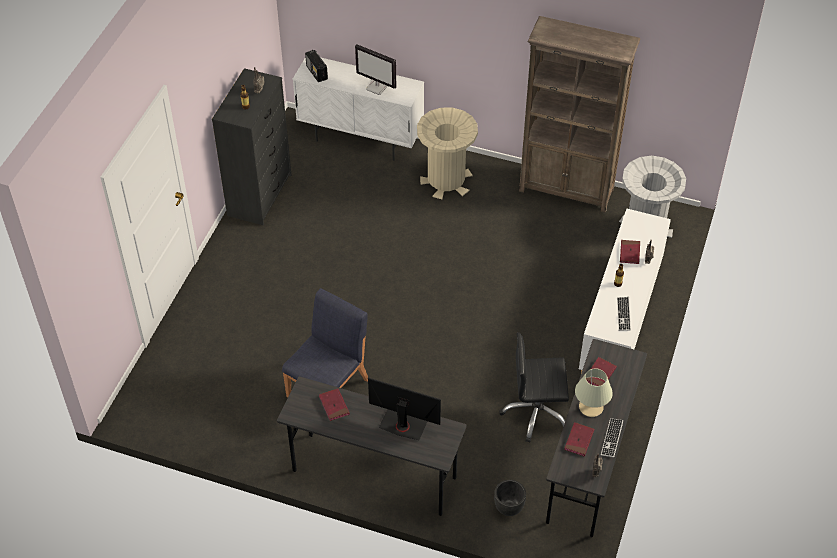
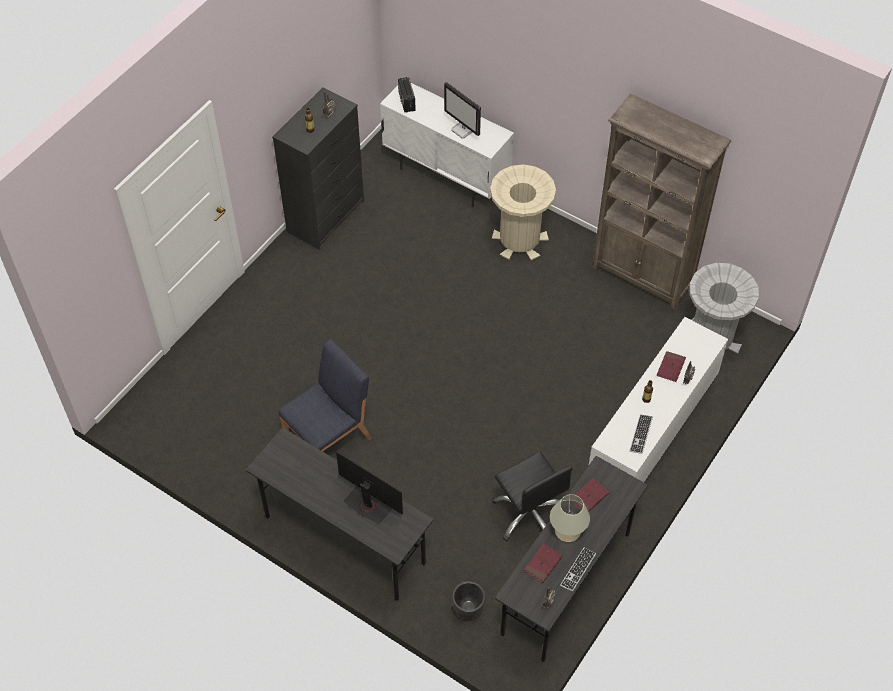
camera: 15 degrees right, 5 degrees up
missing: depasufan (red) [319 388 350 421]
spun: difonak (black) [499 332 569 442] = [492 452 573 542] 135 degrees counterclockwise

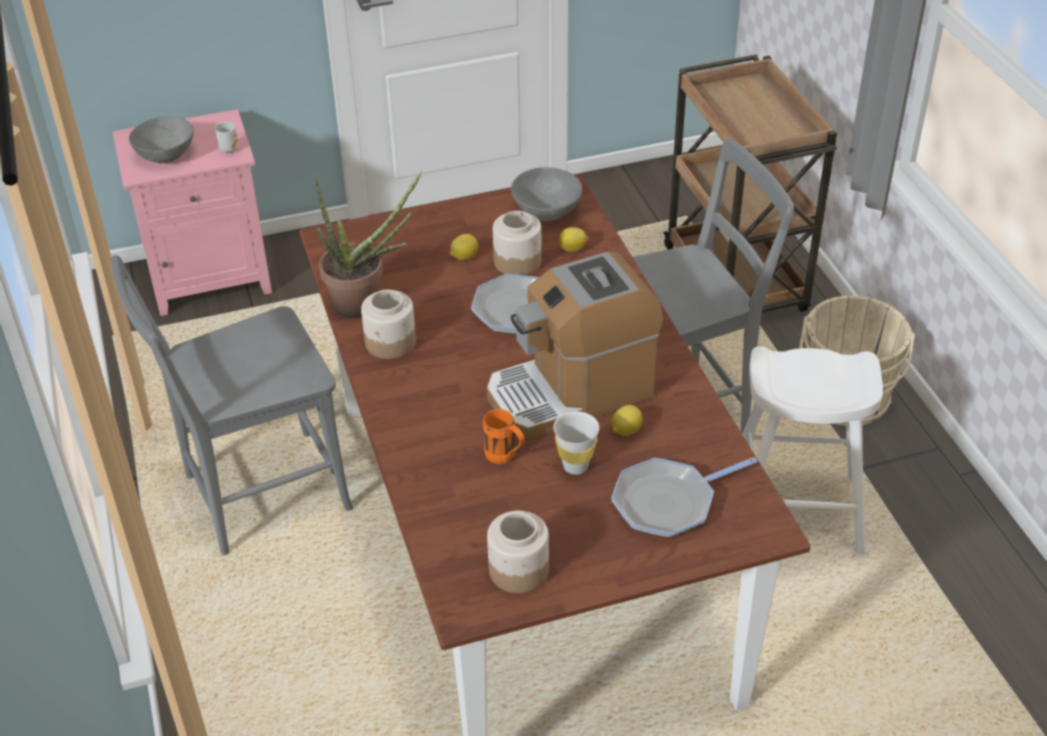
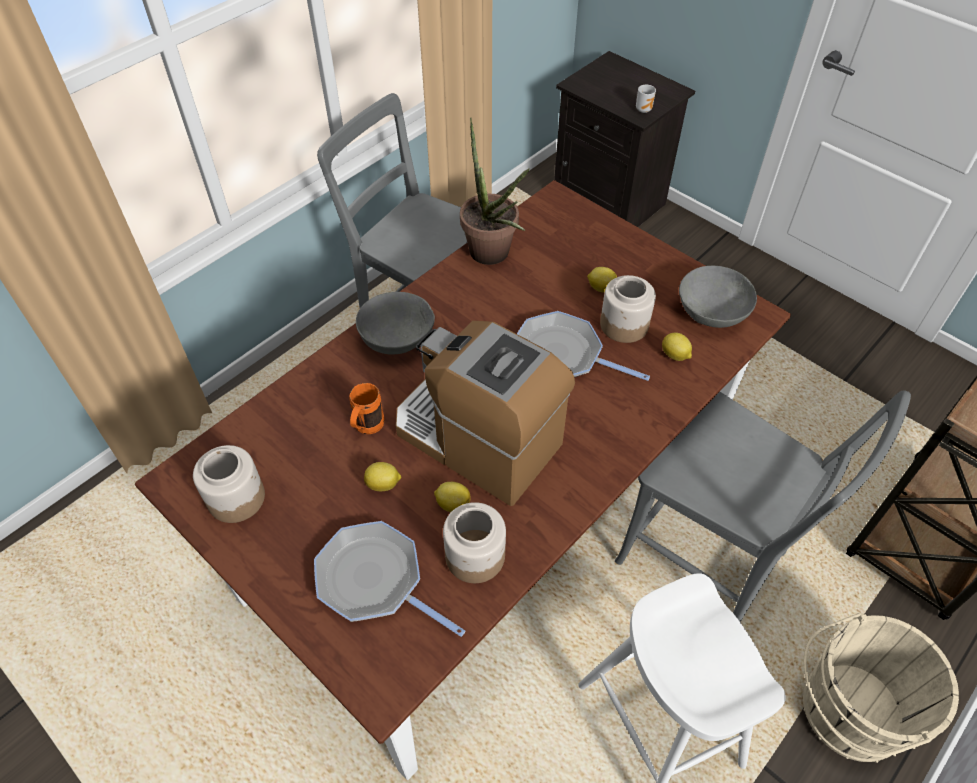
camera: 60 degrees right, 10 degrees up
relocated: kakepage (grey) [129 117 194 163] to [356 292 435 355]; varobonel [361 290 416 359] to [443 502 506 583]
exchanged: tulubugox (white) [554 411 599 475] to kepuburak [364 462 401 491]
colour: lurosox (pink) [113 109 272 316] to lurosox (black) [554 51 695 227]

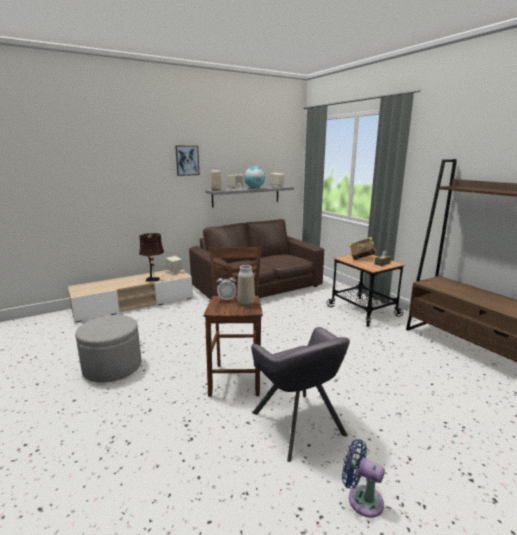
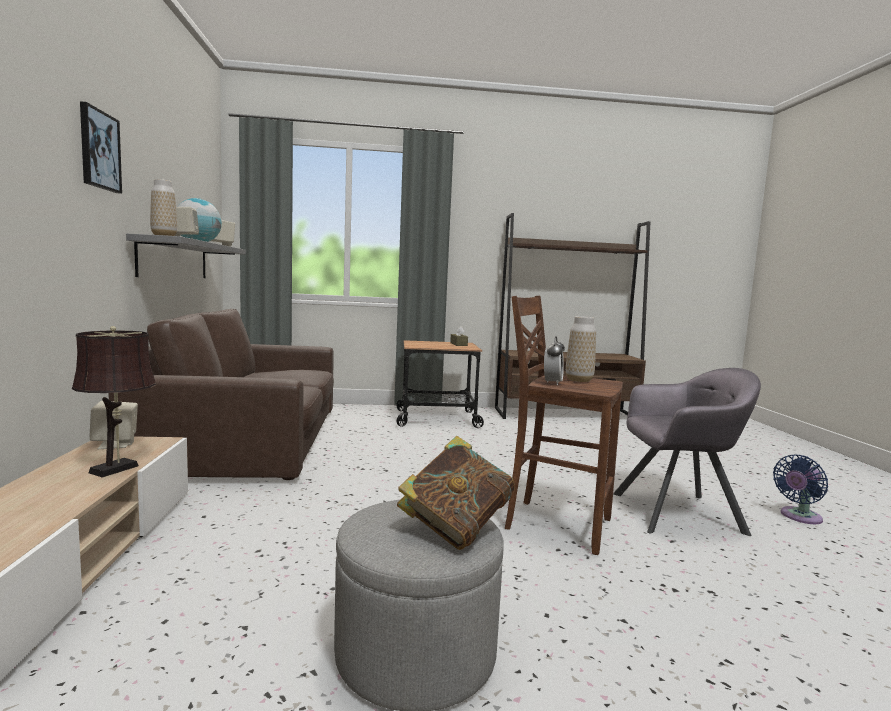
camera: 65 degrees left, 10 degrees down
relocated: depasufan [349 237 377 260] to [397 436 515 550]

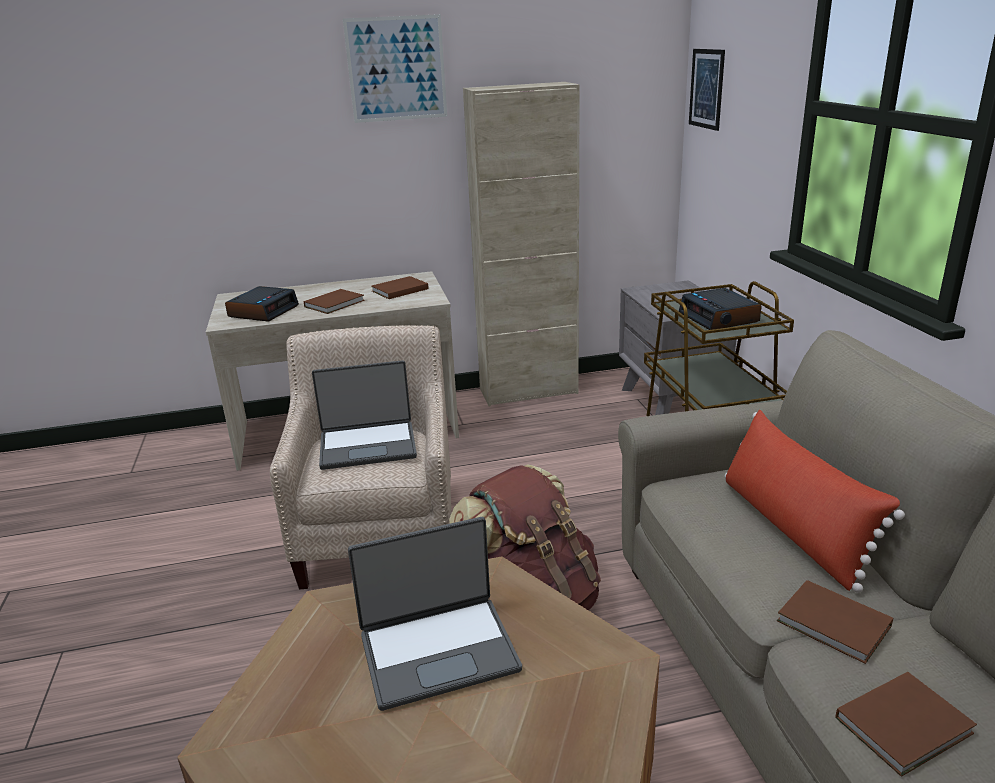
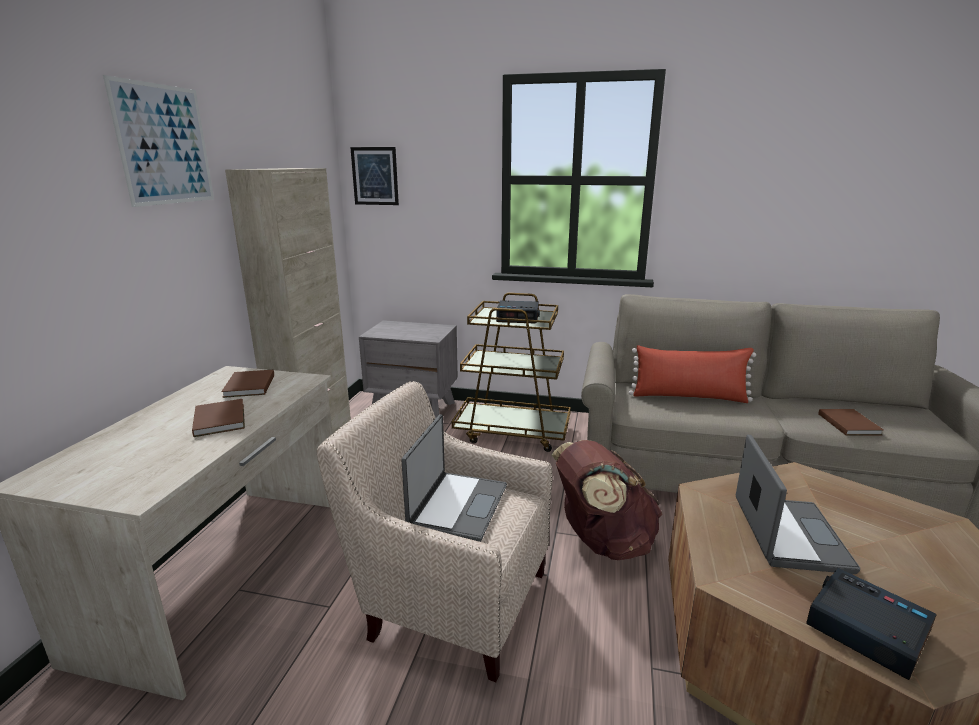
camera: 65 degrees left, 5 degrees down
missing: depasufan (brown) [777 580 893 664]
relocated: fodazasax [225 286 299 322] to [806 568 937 680]

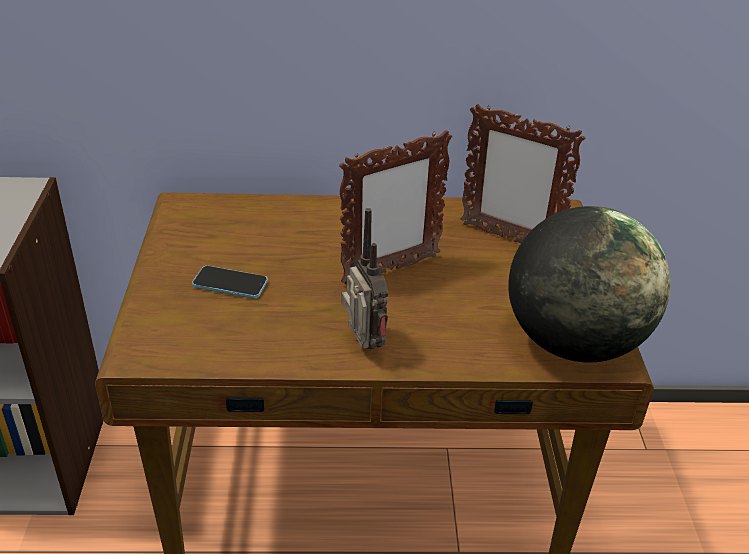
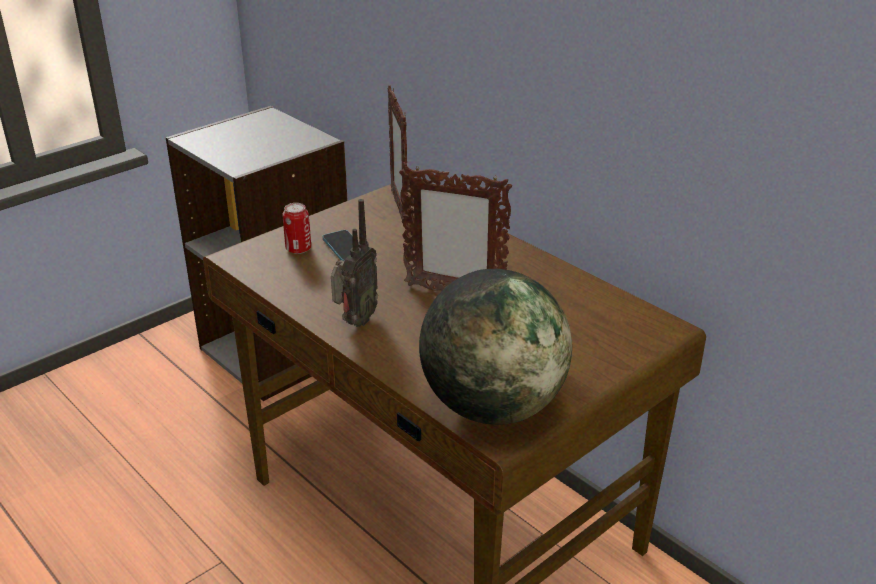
camera: 50 degrees right, 5 degrees down
appeared: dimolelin [282 203 311 254]
relocated: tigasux [461 104 585 243] to [388 86 408 229]

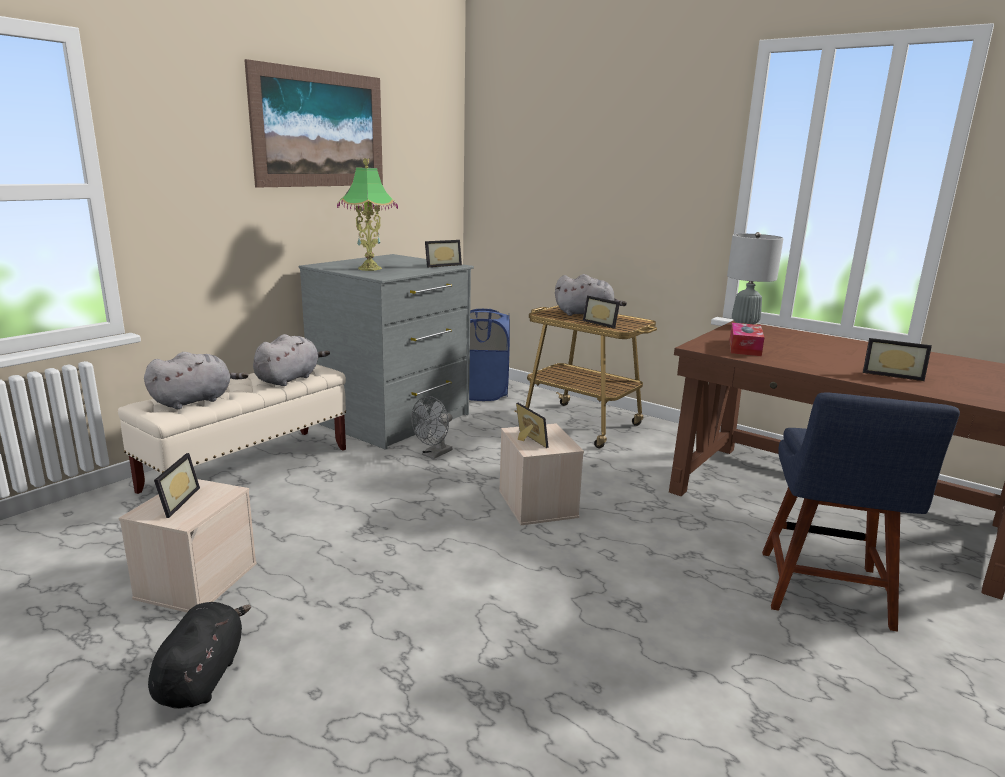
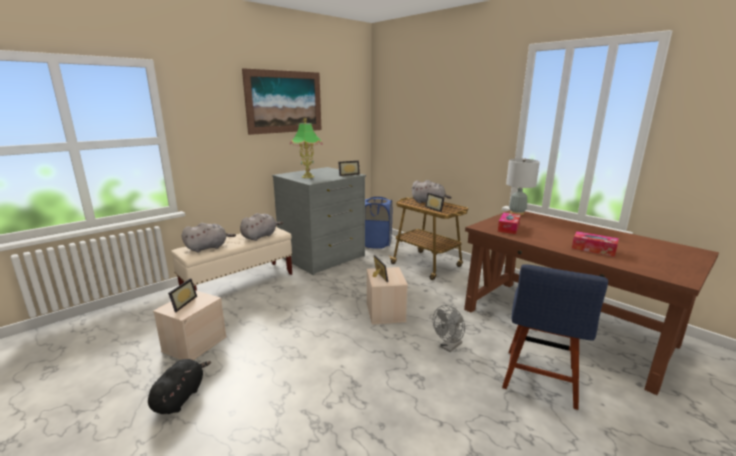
camera: 10 degrees right, 0 degrees up
relocated: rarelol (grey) [411 396 452 459] to [433 305 465 352]
exchanged: tigasux [863 338 932 381] to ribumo [572 231 619 257]

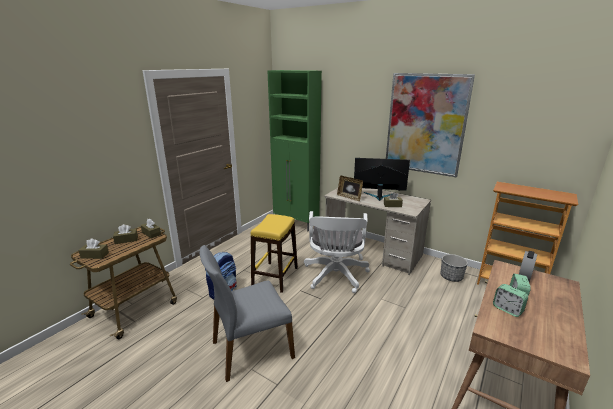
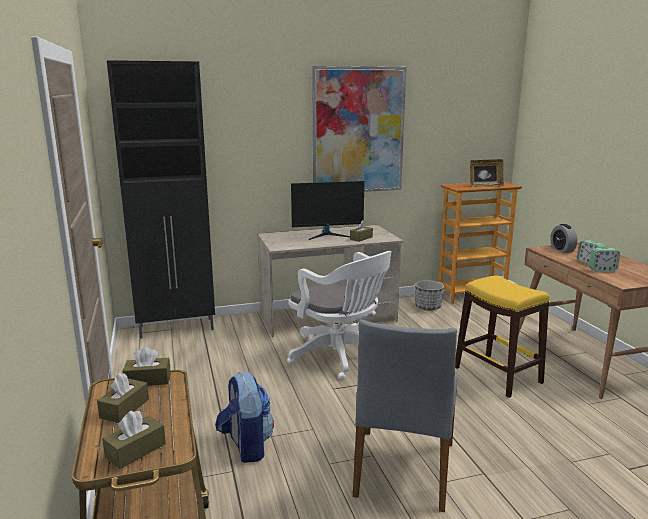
camera: 50 degrees left, 5 degrees down
relocated: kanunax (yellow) [251 214 298 293] to [455 275 549 398]; tigasux [337 176 363 201] to [470 159 504 187]
colour: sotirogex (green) [267 70 322 231] to sotirogex (black) [107 60 215 339]
spun: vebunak [354 158 410 201] = [291 181 364 240] 150 degrees counterclockwise

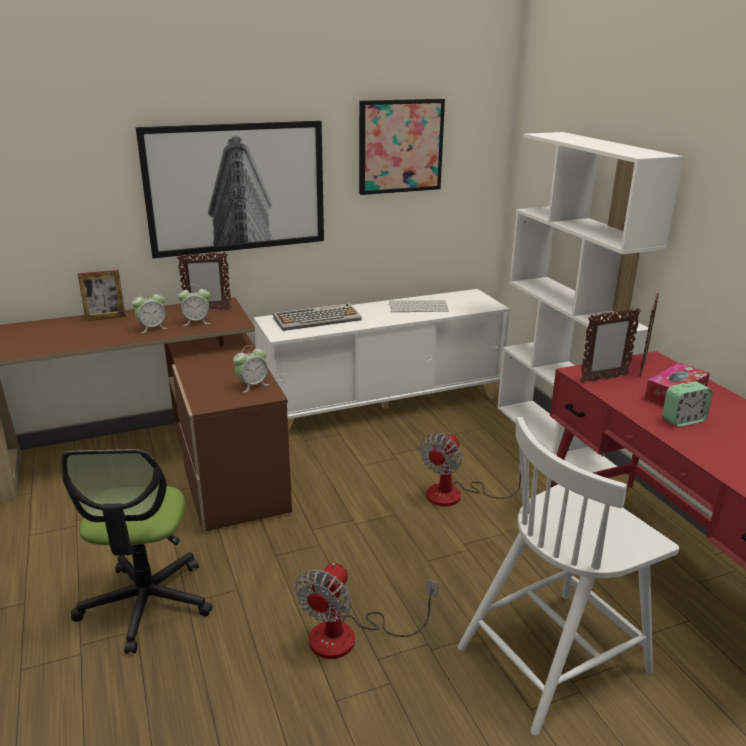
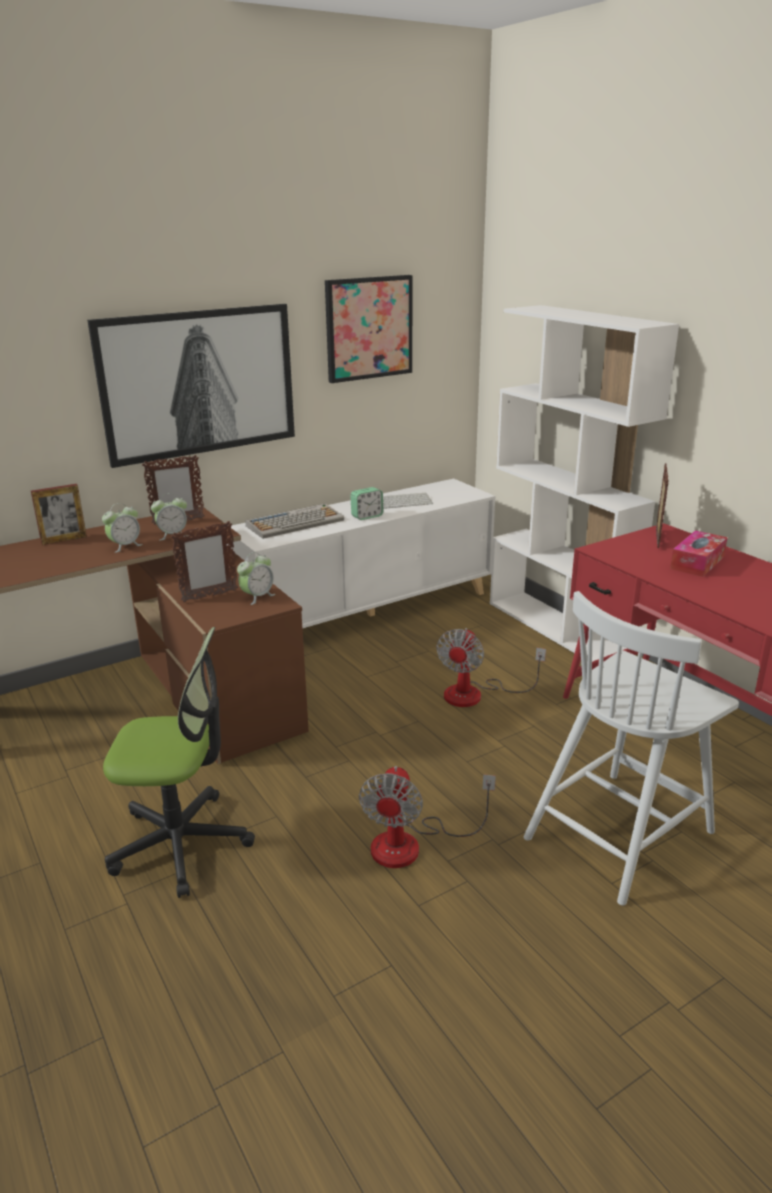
camera: 10 degrees left, 0 degrees up
relocated: tigasux [580 308 641 383] to [171 521 238 602]; fodazasax [662 381 712 427] to [350 487 383 520]
spun: difonak [62 449 213 654] = [103 627 255 898] 75 degrees counterclockwise

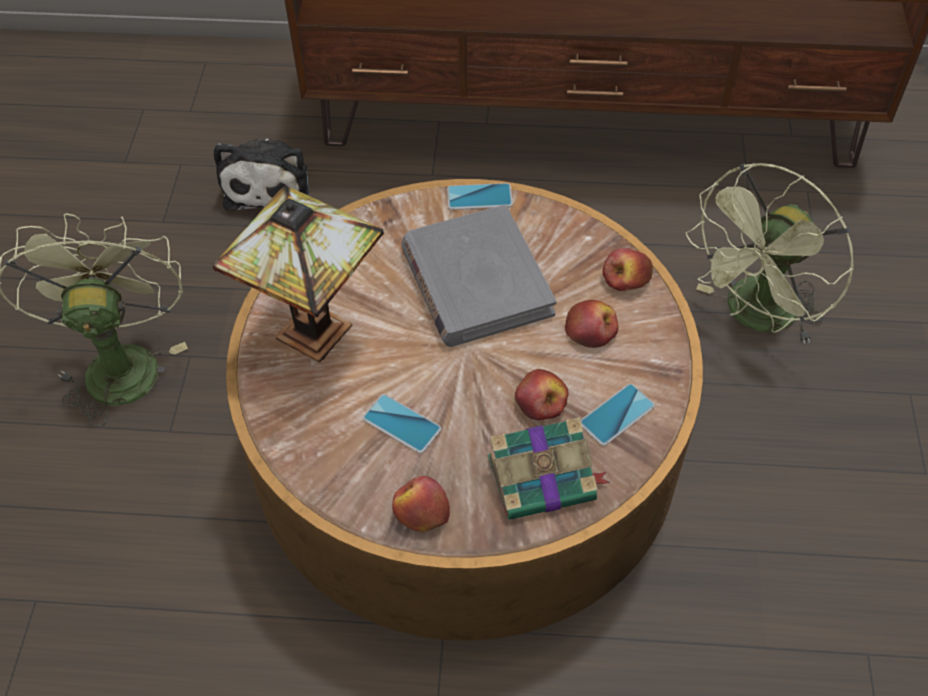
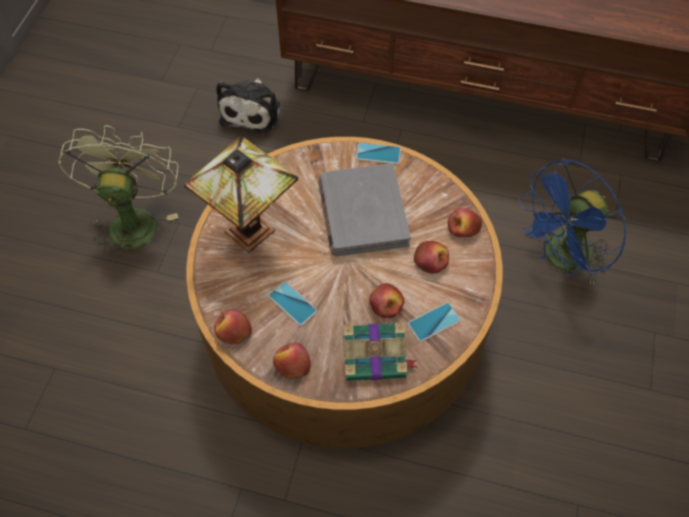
camera: 10 degrees right, 5 degrees up
appeared: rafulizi [214 309 252 344]
colour: rarelol (green) [686 162 854 344] to rarelol (blue) [519 158 626 285]

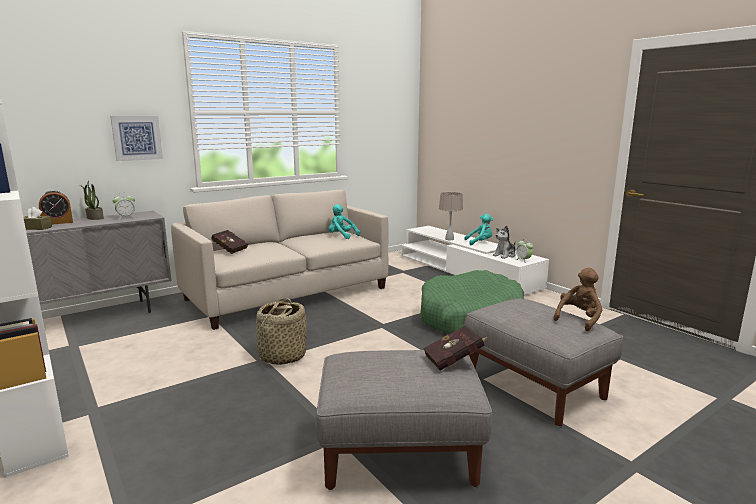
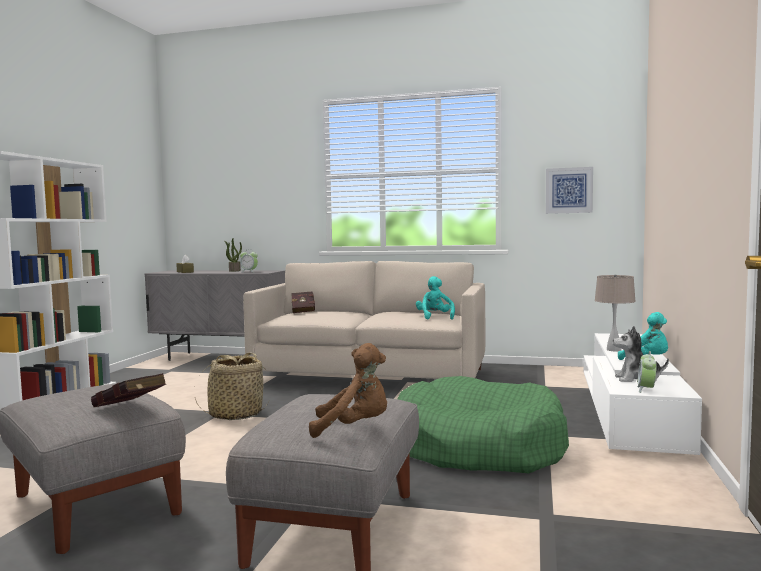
camera: 50 degrees right, 10 degrees down
missing: fodazasax [39 190 73 225]
relocated: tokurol [110 116 163 161] to [546 167 593 214]

